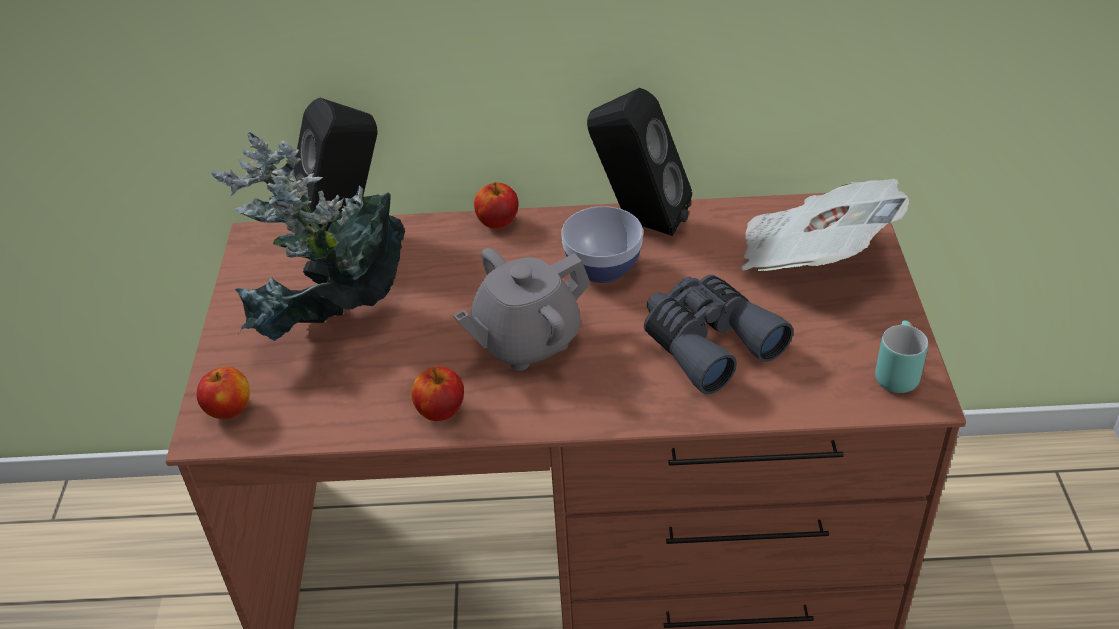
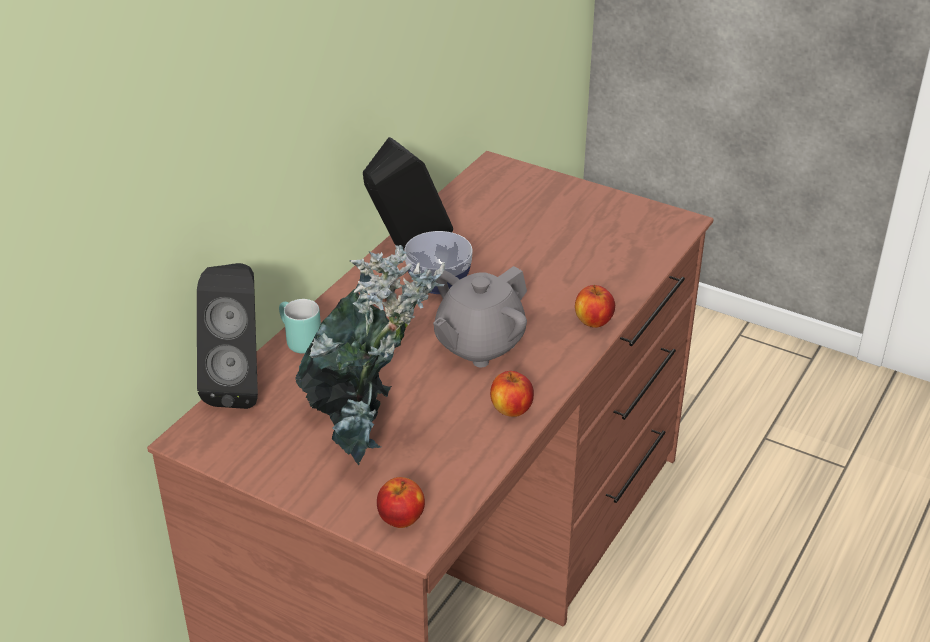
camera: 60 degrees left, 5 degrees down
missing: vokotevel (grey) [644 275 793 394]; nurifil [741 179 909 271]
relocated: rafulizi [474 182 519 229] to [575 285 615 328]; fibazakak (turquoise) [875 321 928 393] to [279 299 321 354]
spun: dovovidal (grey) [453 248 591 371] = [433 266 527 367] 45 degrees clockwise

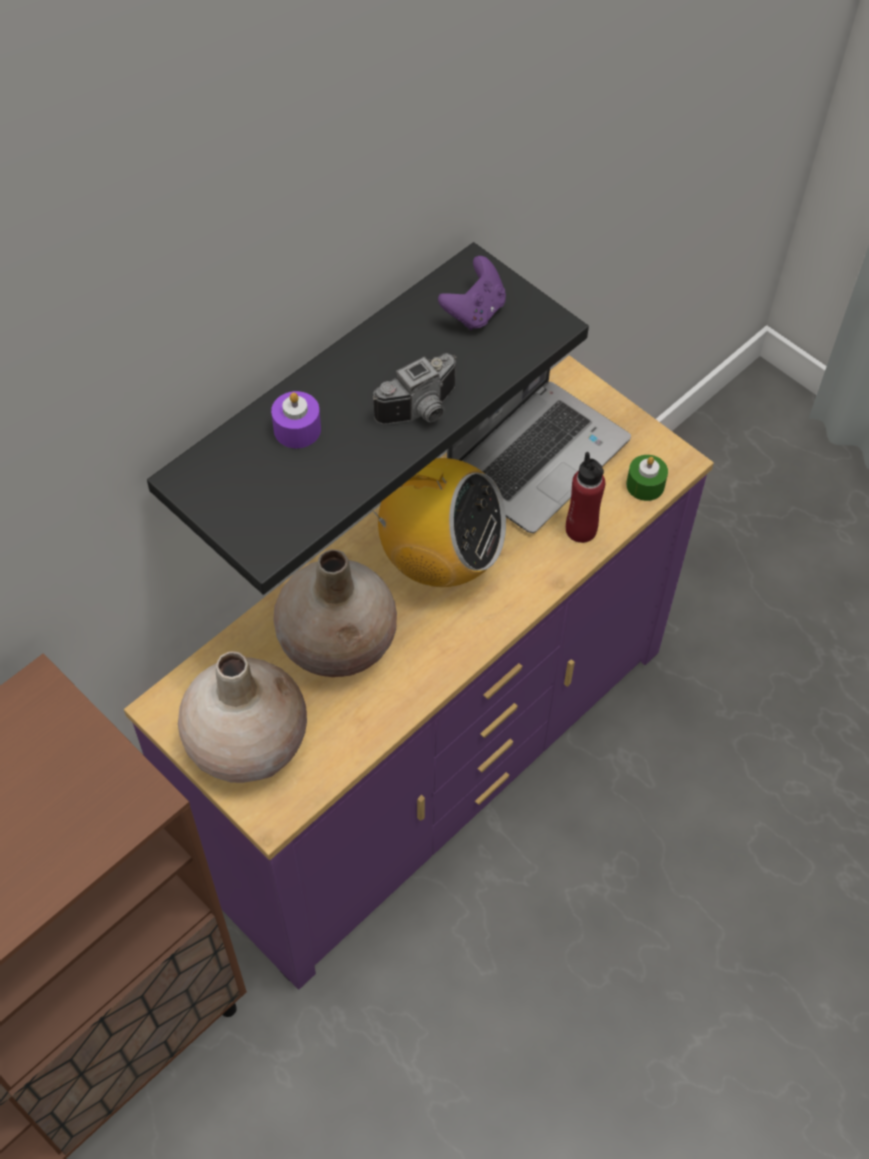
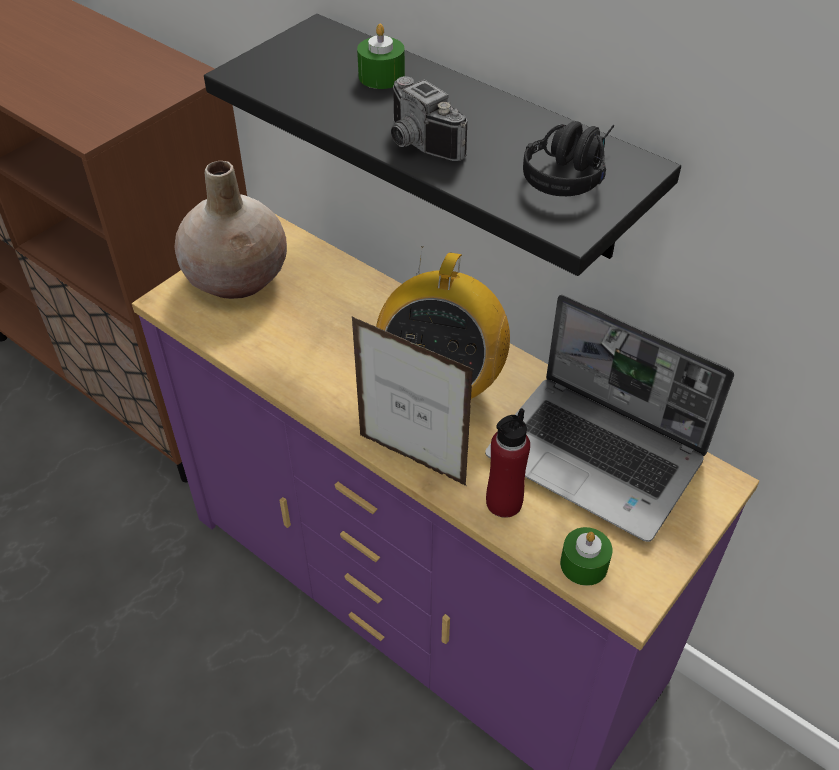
camera: 85 degrees right, 10 degrees down
missing: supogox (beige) [274 549 397 677]
appeared: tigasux [352 317 473 486]
exchanged: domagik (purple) [438 256 506 330] to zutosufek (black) [523 120 614 196]
colour: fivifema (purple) [271 391 321 448] to fivifema (green) [357 23 405 89]

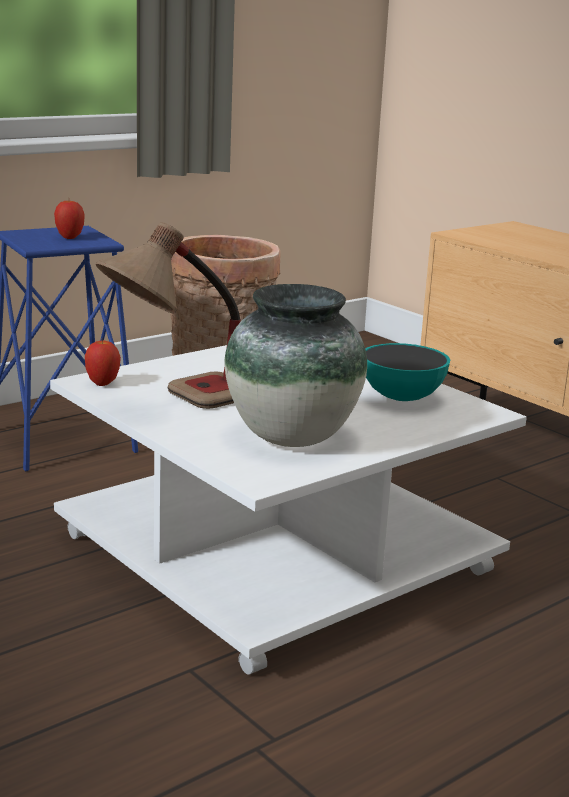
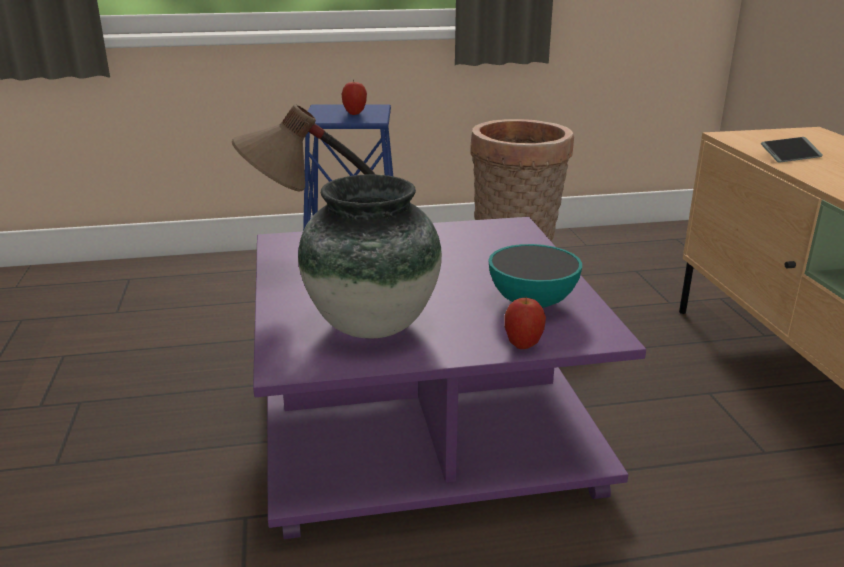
camera: 30 degrees right, 5 degrees up
appeared: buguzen [761 137 823 163]
relocated: rafulizi [85 339 121 386] to [504 298 546 349]
colour: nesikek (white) [50 345 527 675] to nesikek (purple) [253 217 646 539]

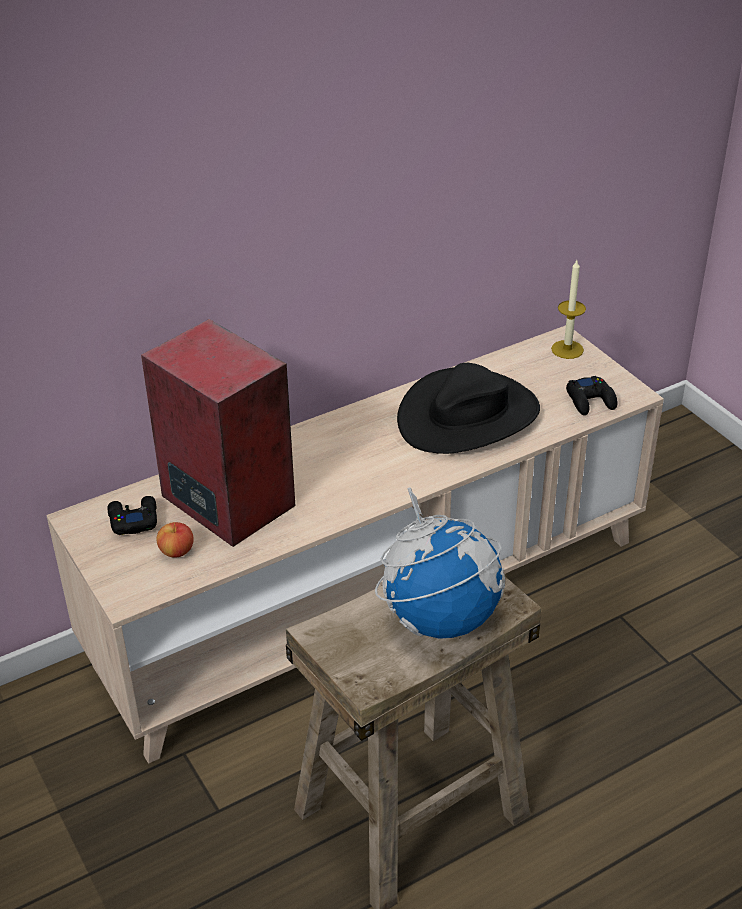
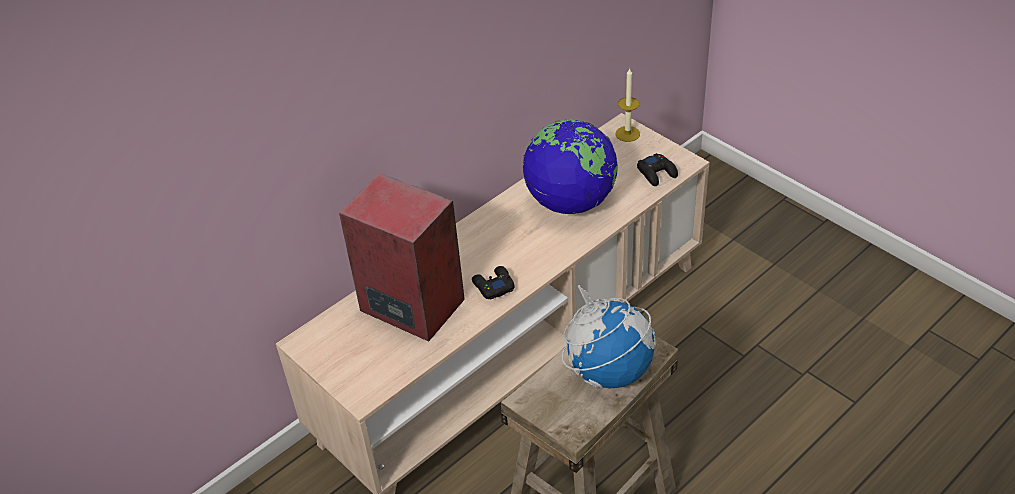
camera: 10 degrees left, 5 degrees up
missing: rafulizi [156 522 194 558]
relocated: domagik (black) [107 496 157 535] to [472 266 514 300]
exchanged: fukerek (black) [397 363 540 454] to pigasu [523 119 618 214]

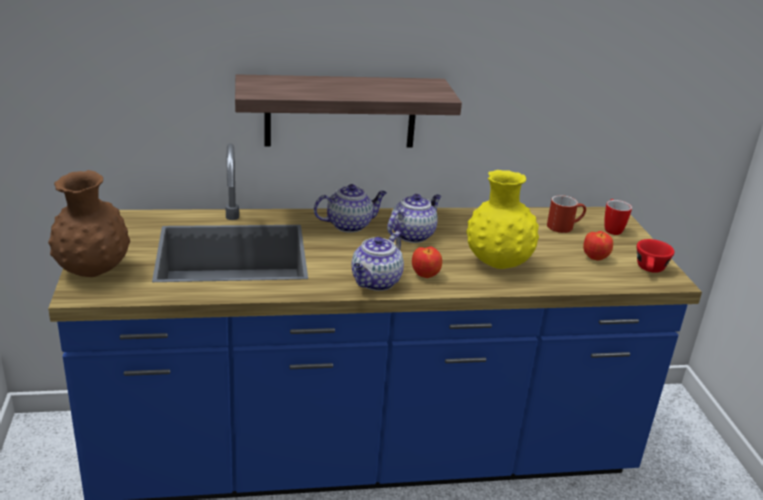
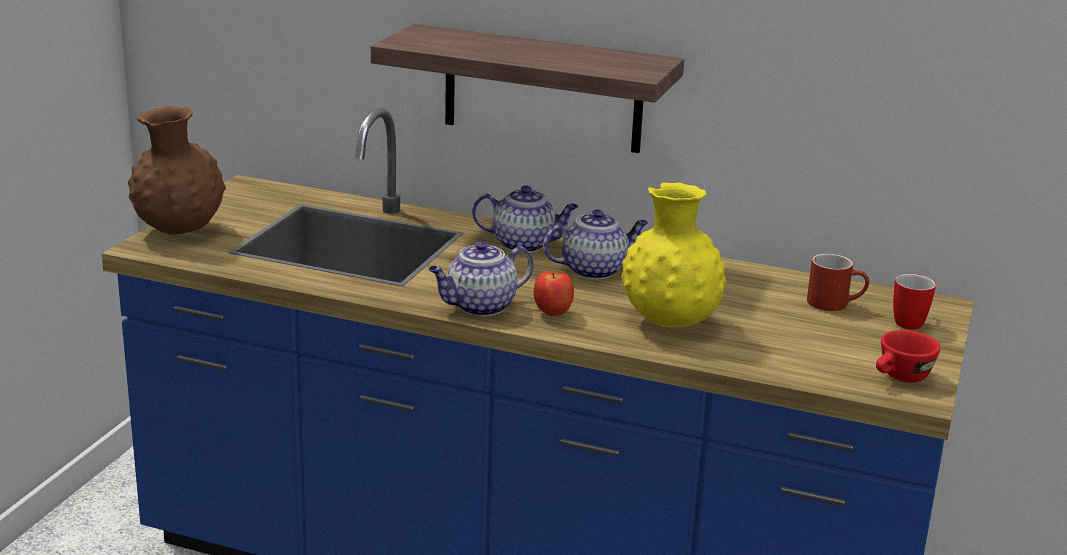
camera: 30 degrees right, 5 degrees down
missing: rafulizi [583 231 613 261]

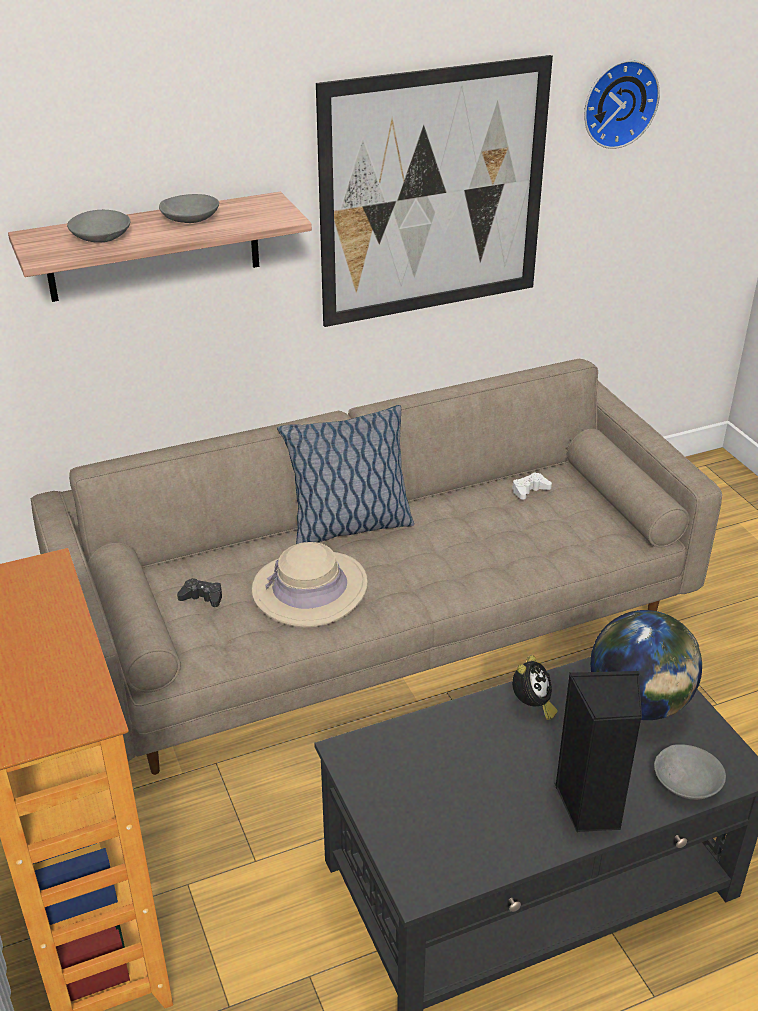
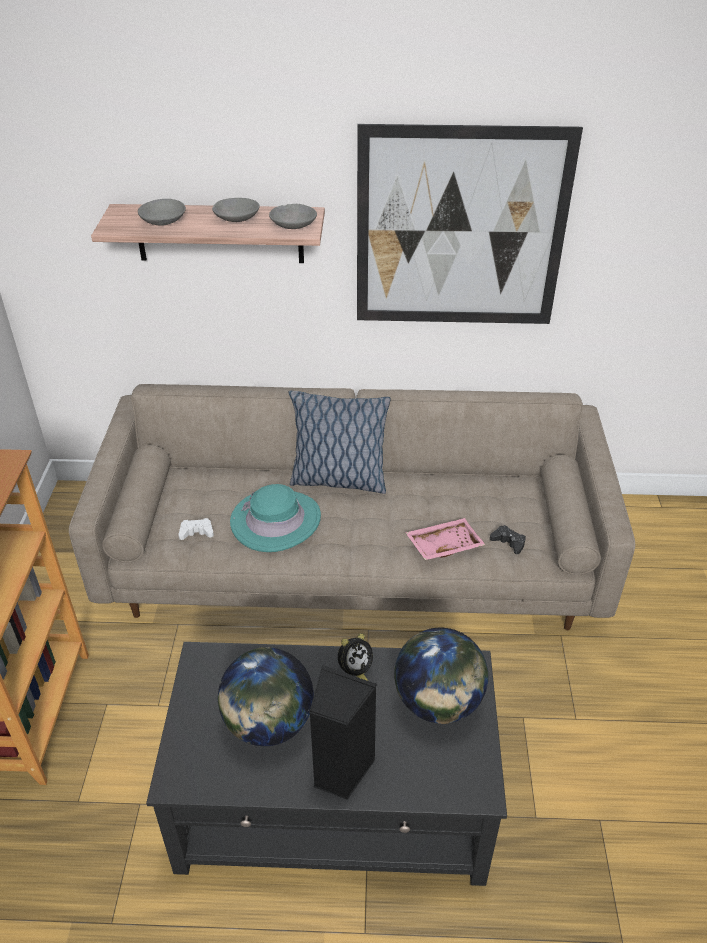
camera: 25 degrees right, 5 degrees up
missing: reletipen [584 60 660 149]
appeared: pigasu [218 647 314 746]; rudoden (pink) [405 518 485 560]
relocated: domagik (black) [177 578 222 607] to [490 525 526 554]; domagik (white) [512 472 552 499] to [178 518 214 540]; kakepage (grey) [654 744 726 800] to [269 204 317 229]
colour: fukerek (beige) [251 542 368 628] to fukerek (turquoise) [230 484 321 552]

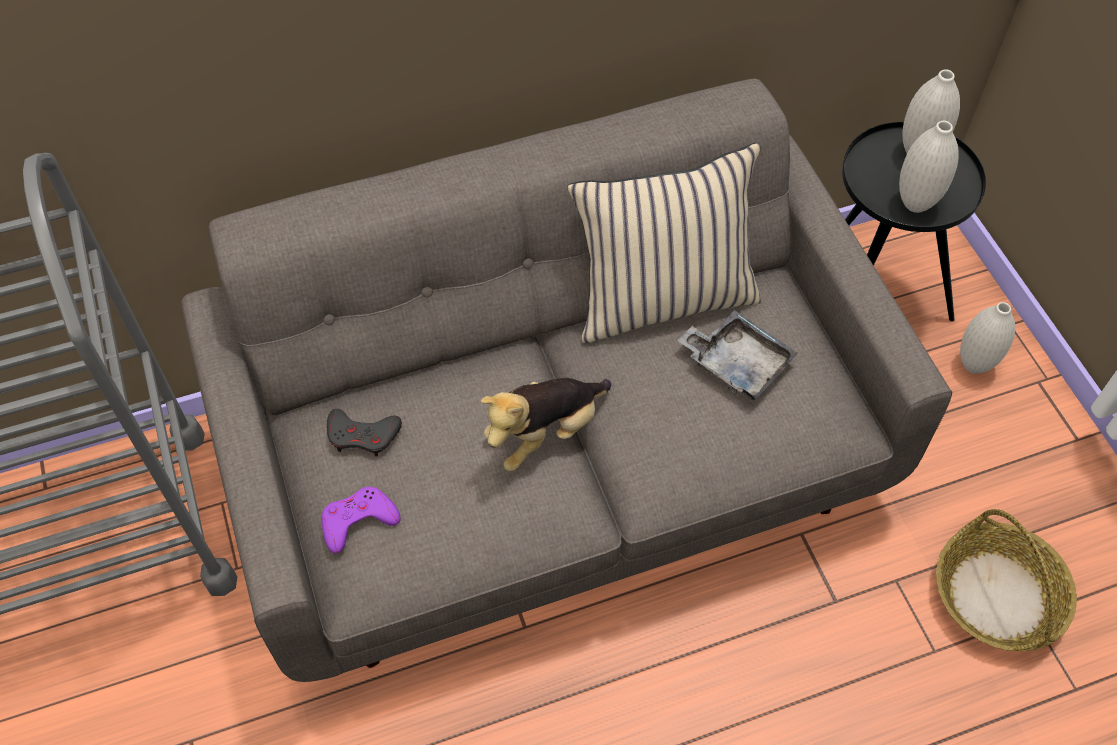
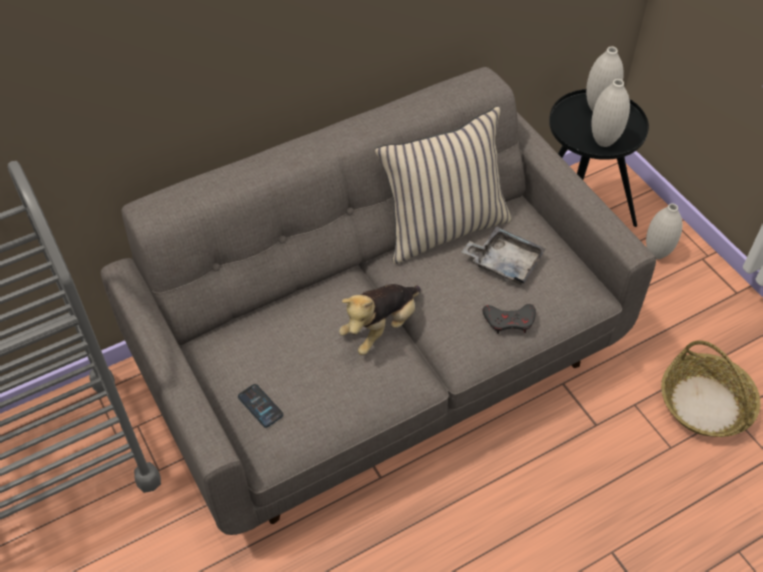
camera: 10 degrees left, 5 degrees down
relocated: domagik (grey) [327 409 402 457] to [482 304 536 334]
exchanged: domagik (purple) [322 487 401 553] to buguzen [238 384 283 428]

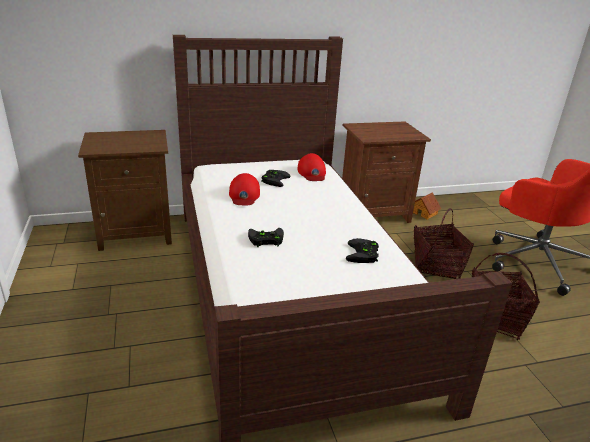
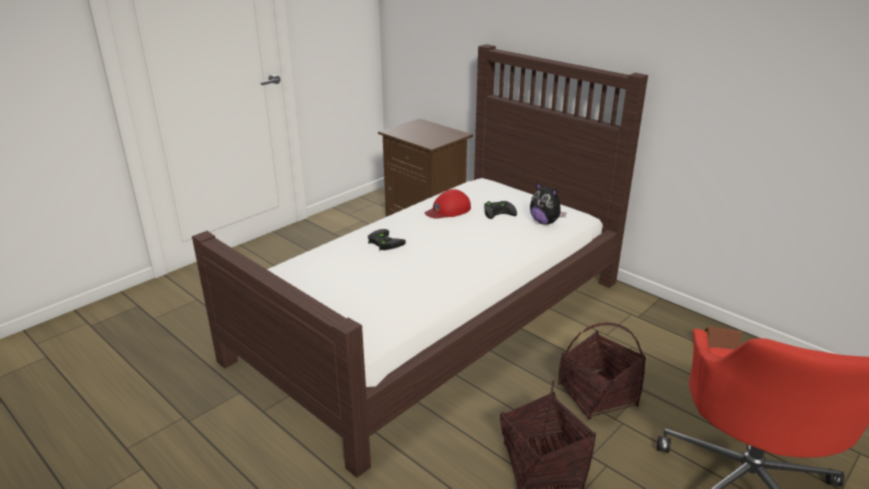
camera: 60 degrees right, 0 degrees up
missing: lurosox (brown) [342 121 431 223]; domagik (black) [346 238 379 263]
exchanged: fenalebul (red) [297 153 326 181] to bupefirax [530 182 566 225]

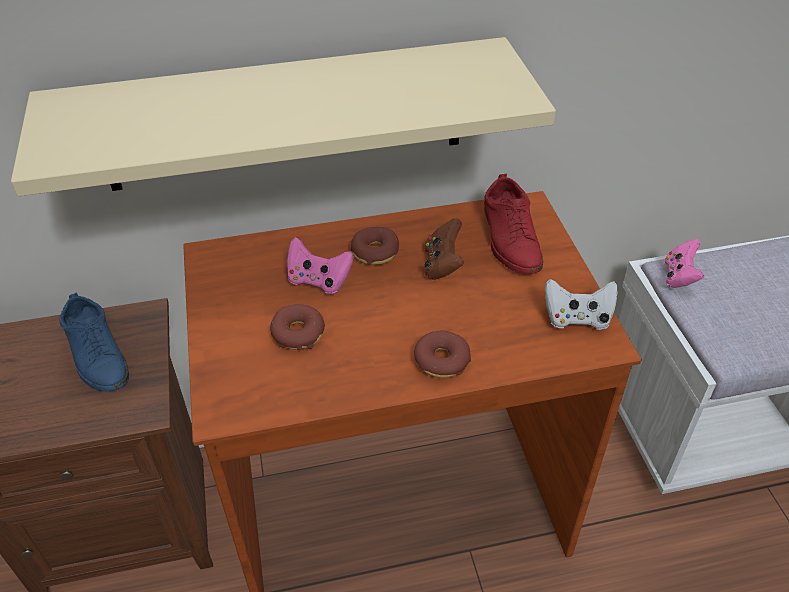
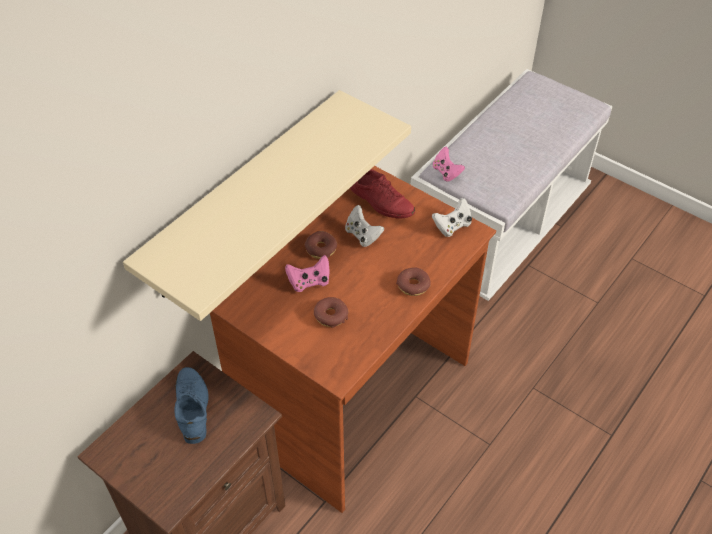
camera: 40 degrees left, 5 degrees up
colour: domagik (brown) [424 218 464 280] to domagik (white) [345 205 384 247]
spun: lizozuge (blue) [59 292 129 391] = [175 367 209 444] 120 degrees counterclockwise

